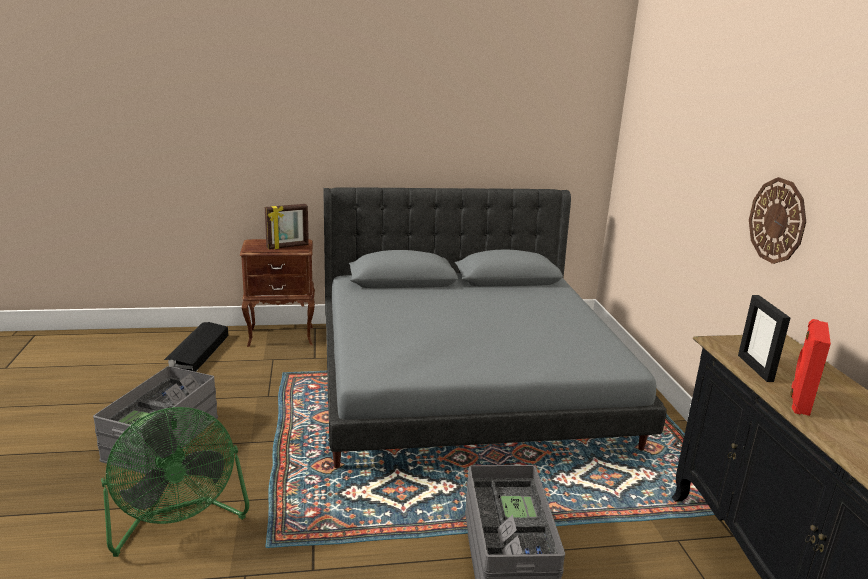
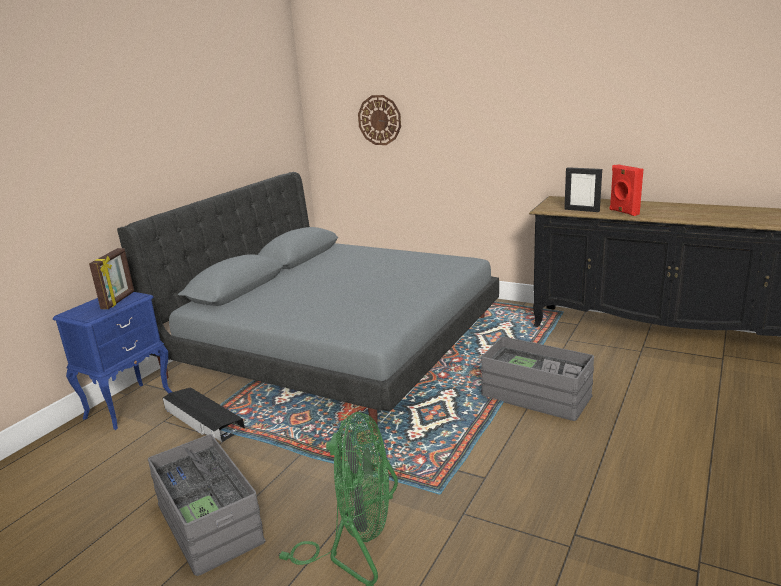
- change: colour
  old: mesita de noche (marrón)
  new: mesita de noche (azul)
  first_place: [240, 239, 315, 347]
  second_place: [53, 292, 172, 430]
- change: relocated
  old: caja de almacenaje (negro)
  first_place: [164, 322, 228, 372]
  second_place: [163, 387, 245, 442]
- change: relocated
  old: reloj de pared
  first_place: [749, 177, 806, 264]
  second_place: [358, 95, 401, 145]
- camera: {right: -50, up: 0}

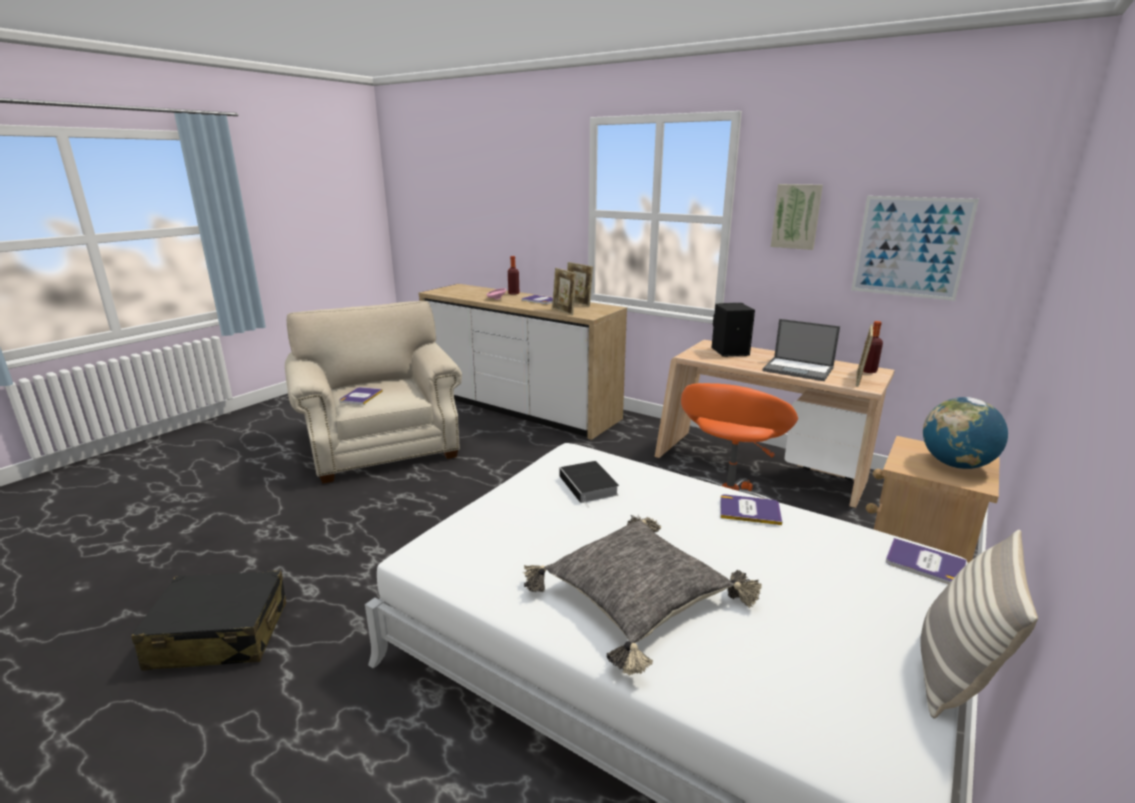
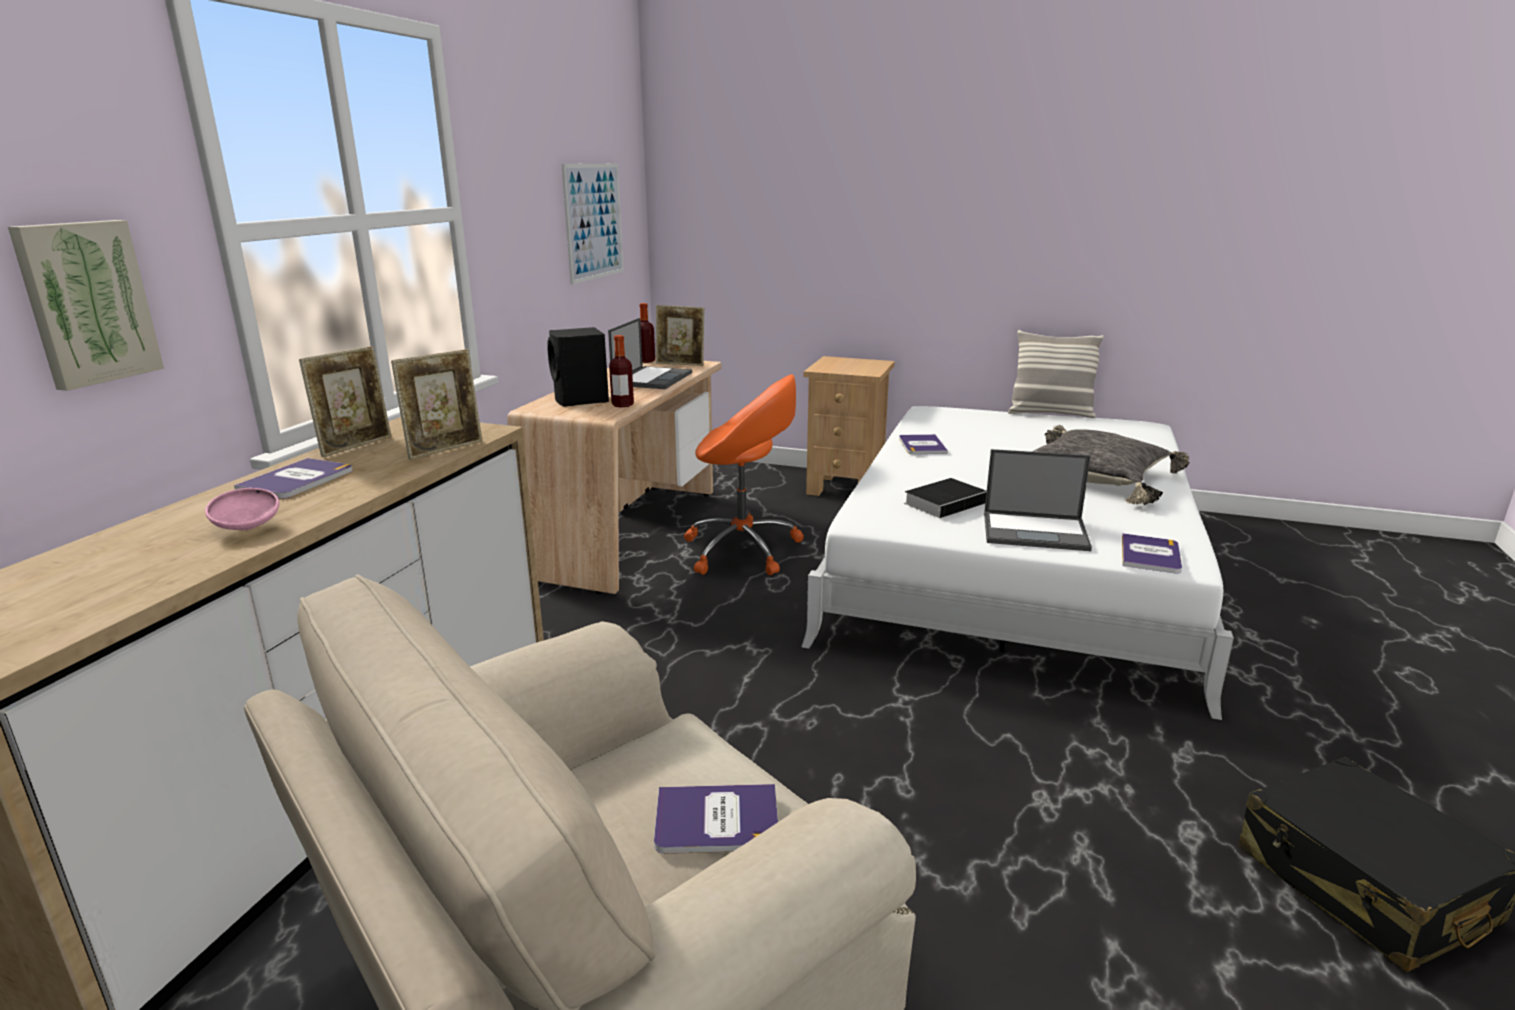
- change: relocated
  old: cuadro
  first_place: [771, 184, 823, 250]
  second_place: [8, 220, 164, 391]
- change: relocated
  old: botella
  first_place: [508, 256, 519, 295]
  second_place: [609, 335, 634, 408]
- change: appeared
  new: portátil
  second_place: [984, 449, 1092, 551]
- change: relocated
  old: libro
  first_place: [886, 538, 966, 584]
  second_place: [1122, 533, 1182, 573]
- change: missing
  old: globo terráqueo
  first_place: [923, 397, 1008, 469]
- camera: {right: -105, up: 0}

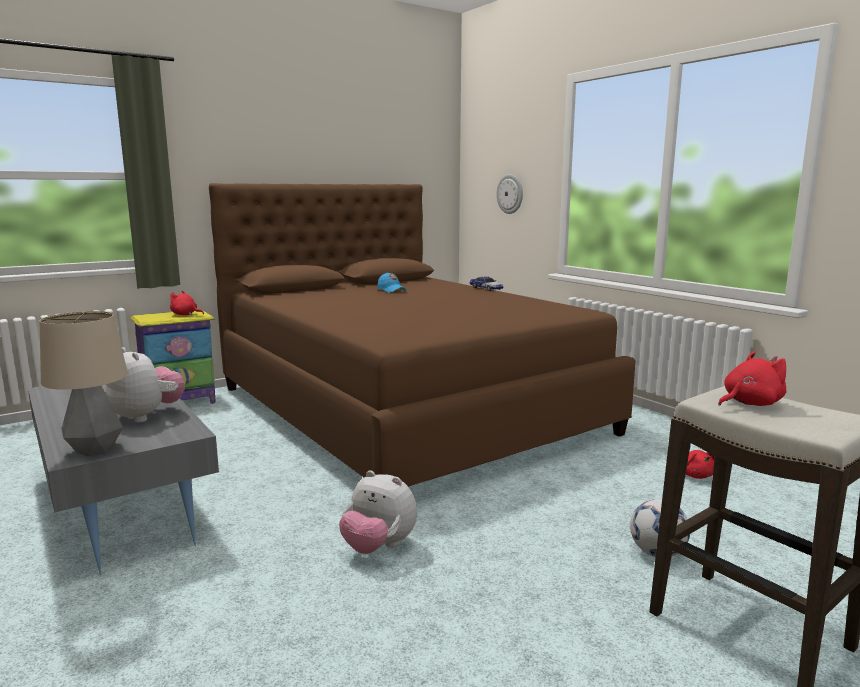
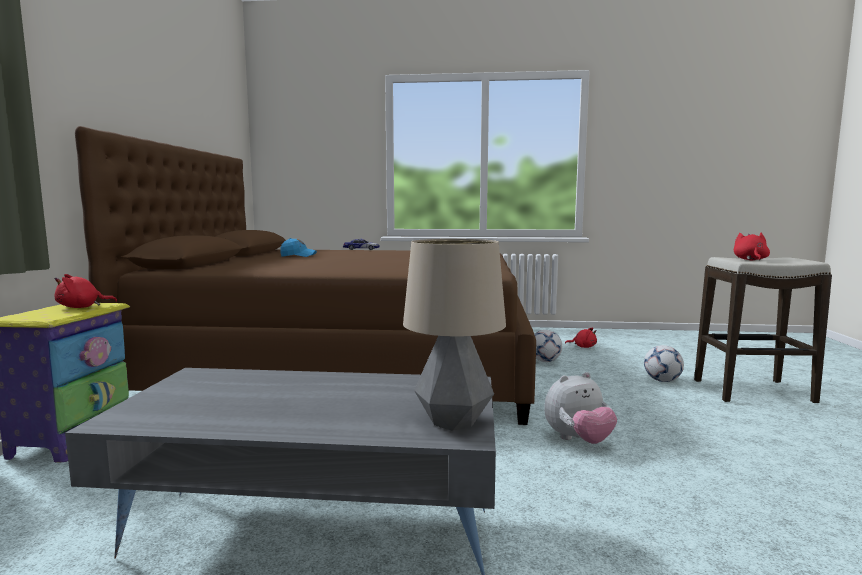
- change: appeared
  new: balón de fútbol
  second_place: [534, 330, 562, 362]
- change: missing
  old: peluche
  first_place: [106, 347, 185, 423]
- change: missing
  old: reloj de pared
  first_place: [496, 174, 523, 214]
- camera: {right: -50, up: -5}

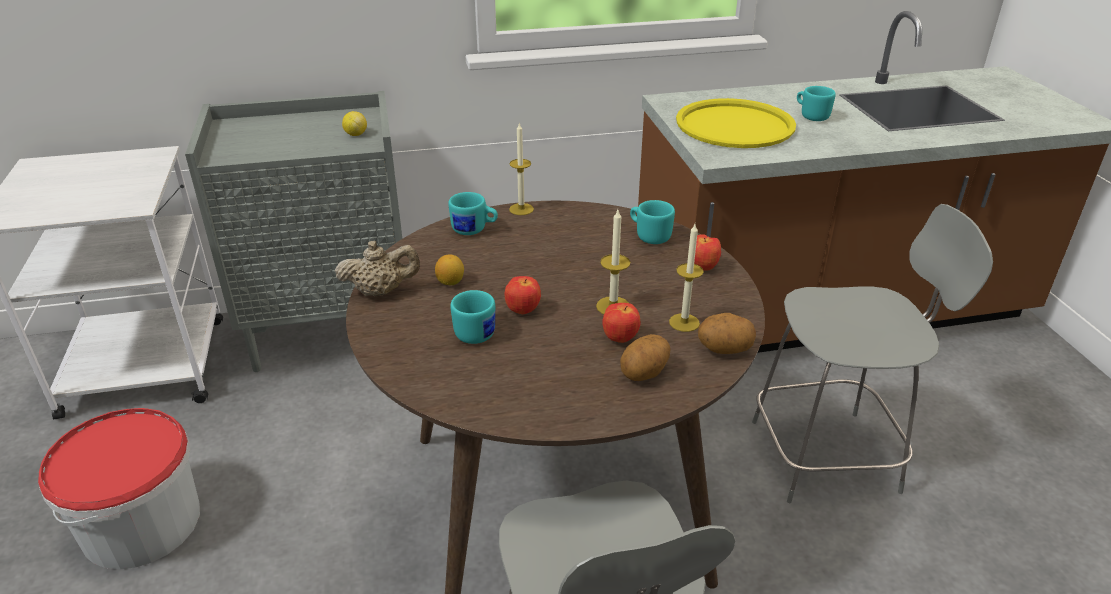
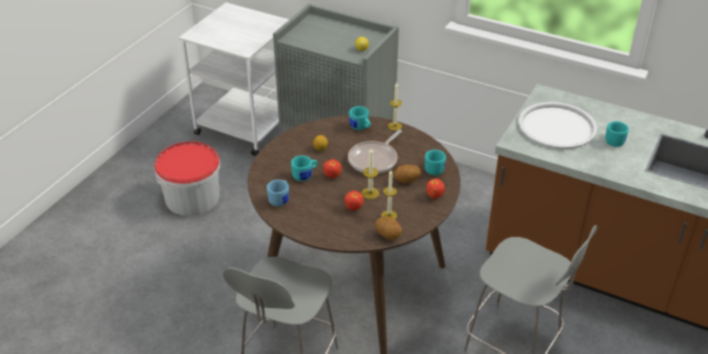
- change: appeared
  new: taza grande (azul)
  second_place: [267, 180, 289, 207]
- change: appeared
  new: sartén
  second_place: [348, 129, 402, 174]
- change: relocated
  old: patata
  first_place: [620, 334, 671, 381]
  second_place: [394, 165, 421, 183]
- change: colour
  old: bandeja (amarillo)
  new: bandeja (blanco)
  first_place: [676, 98, 796, 148]
  second_place: [518, 102, 597, 149]
- change: missing
  old: tetera (beis)
  first_place: [335, 240, 420, 296]
- camera: {right: 40, up: 5}

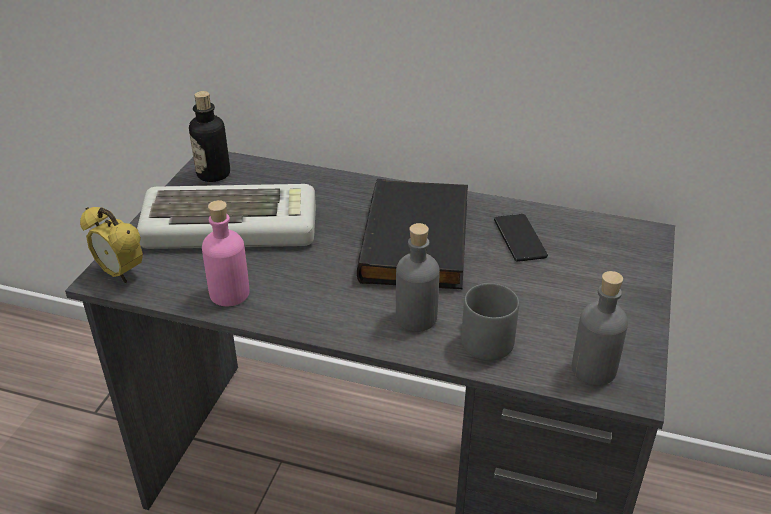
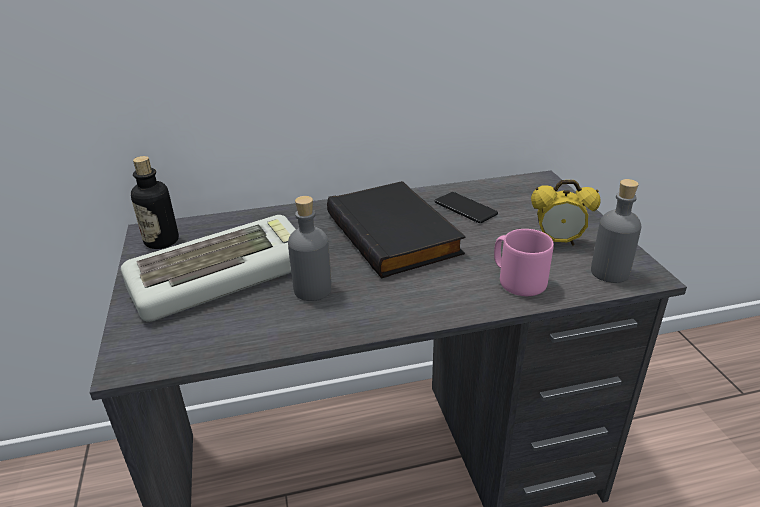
- change: relocated
  old: botella (gris)
  first_place: [396, 223, 440, 332]
  second_place: [288, 196, 332, 301]
- change: colour
  old: taza grande (gris)
  new: taza grande (rosa)
  first_place: [461, 283, 519, 361]
  second_place: [494, 229, 554, 296]
- change: relocated
  old: despertador
  first_place: [80, 207, 143, 283]
  second_place: [531, 180, 601, 246]
- change: missing
  old: botella (rosa)
  first_place: [202, 200, 250, 306]
- camera: {right: -30, up: -5}

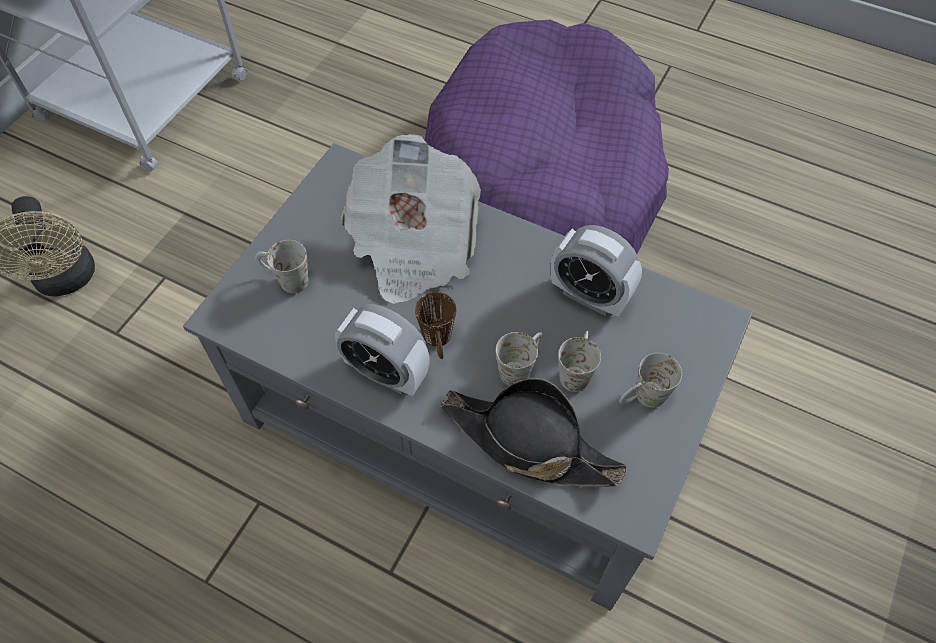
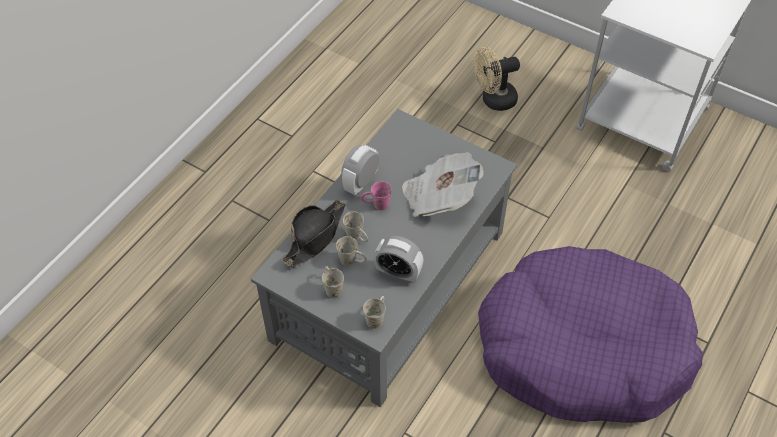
- change: colour
  old: taza grande (marrón)
  new: taza grande (rosa)
  first_place: [415, 292, 456, 359]
  second_place: [361, 182, 392, 210]
- change: relocated
  old: taza grande (blanco)
  first_place: [255, 240, 308, 293]
  second_place: [363, 296, 386, 329]
- change: spun
  old: despertador
  first_place: [551, 225, 642, 317]
  second_place: [374, 236, 423, 283]
  degrees: -105
- camera: {right: 95, up: -5}

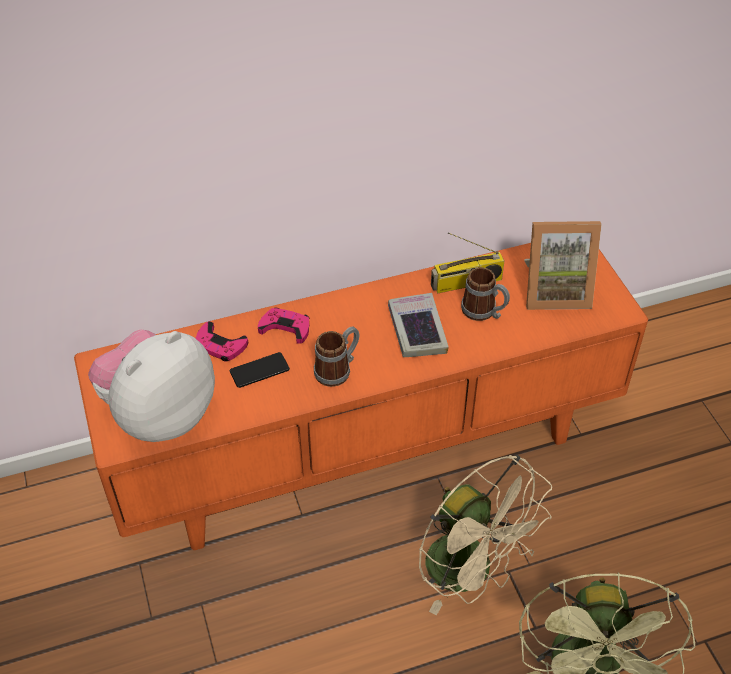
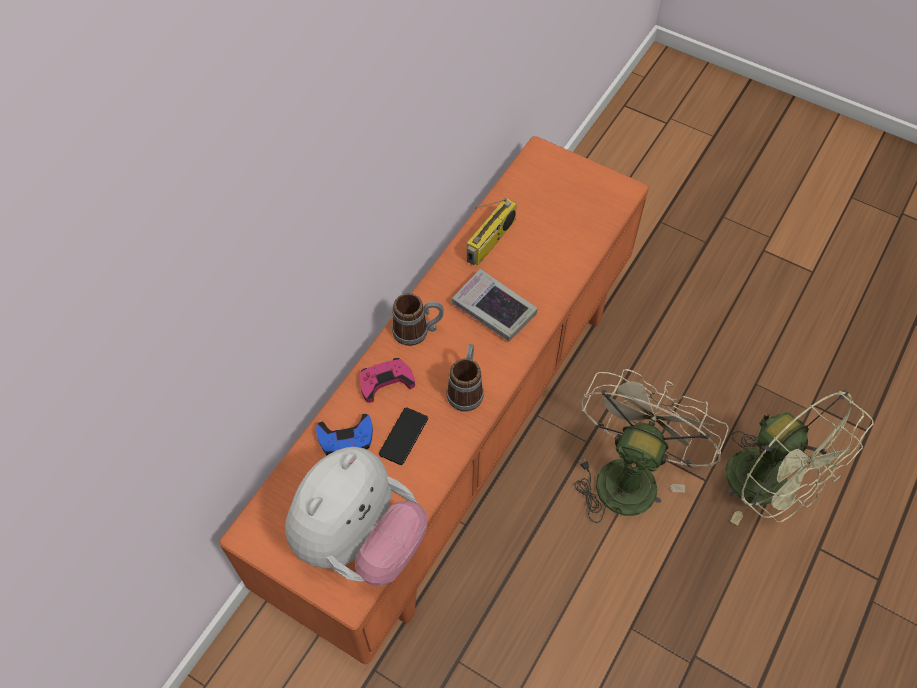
- change: spun
  old: peluche
  first_place: [88, 330, 215, 442]
  second_place: [285, 447, 427, 585]
  degrees: -150
- change: colour
  old: mando de consola (rosa)
  new: mando de consola (azul)
  first_place: [195, 321, 248, 362]
  second_place: [316, 414, 373, 455]
- change: relocated
  old: taza grande
  first_place: [461, 267, 510, 321]
  second_place: [392, 293, 444, 346]
- change: spun
  old: ventilador (beis)
  first_place: [419, 455, 552, 615]
  second_place: [574, 369, 729, 523]
  degrees: -75
- change: missing
  old: portarretratos
  first_place: [524, 221, 602, 310]
- camera: {right: -40, up: 10}

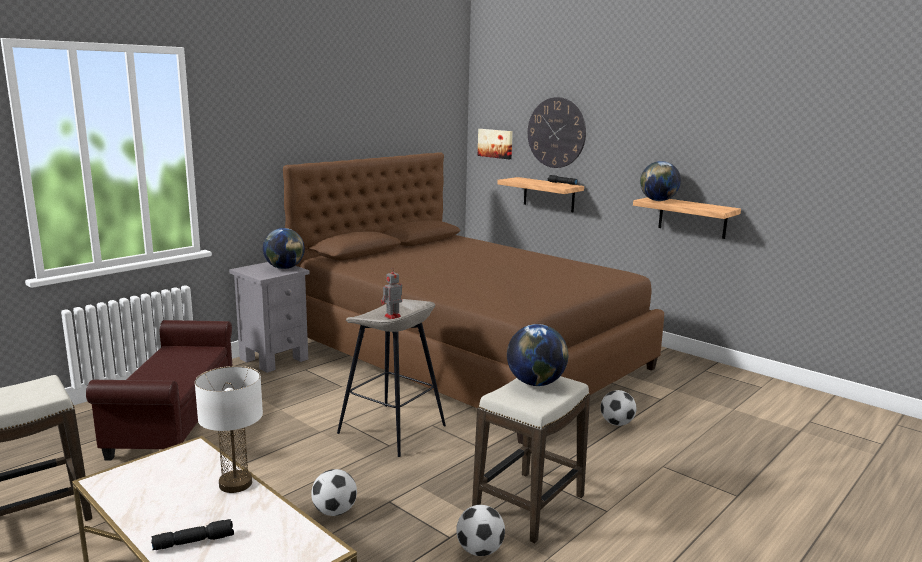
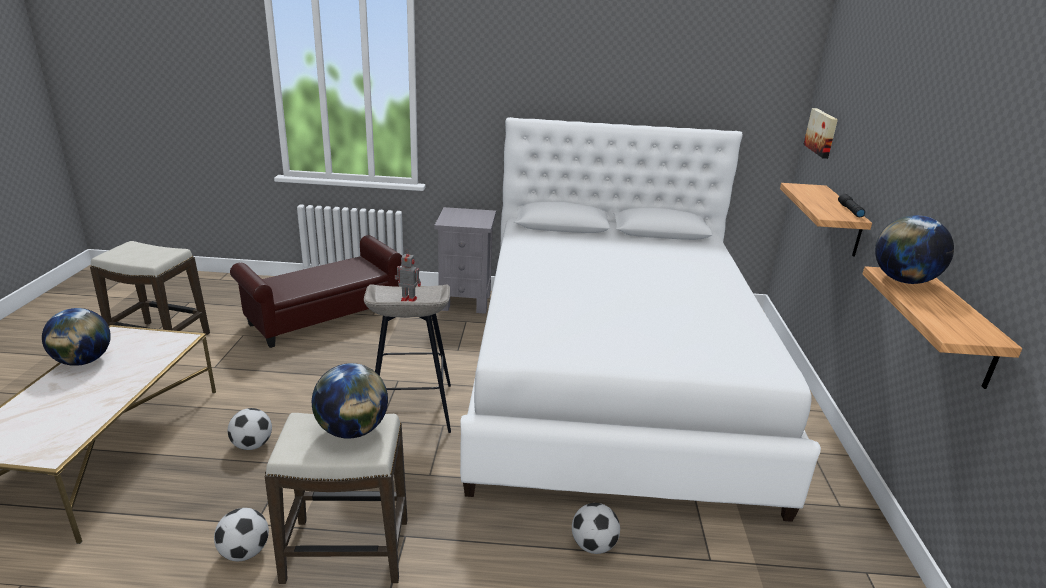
- change: relocated
  old: globo terráqueo
  first_place: [263, 228, 305, 269]
  second_place: [42, 308, 111, 366]
- change: colour
  old: cama (marrón)
  new: cama (blanco)
  first_place: [283, 152, 664, 445]
  second_place: [460, 117, 821, 522]
- change: missing
  old: linterna (negro)
  first_place: [151, 519, 234, 550]
- change: missing
  old: lámpara de mesa
  first_place: [195, 366, 263, 493]
- change: missing
  old: reloj de pared
  first_place: [528, 97, 586, 168]
- camera: {right: 50, up: 10}

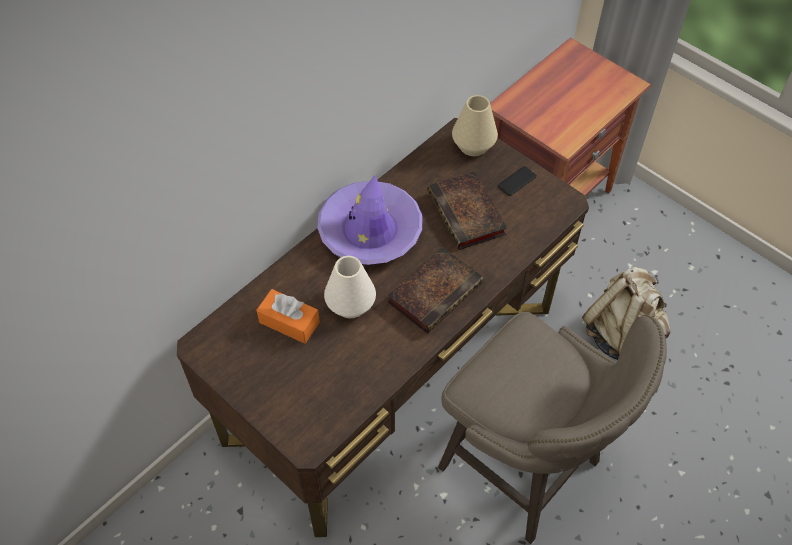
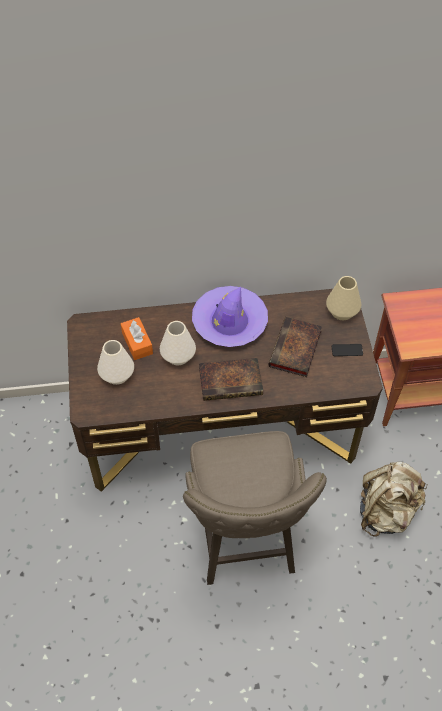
- change: appeared
  new: florero (blanco)
  second_place: [97, 340, 134, 385]
- camera: {right: 40, up: 0}

